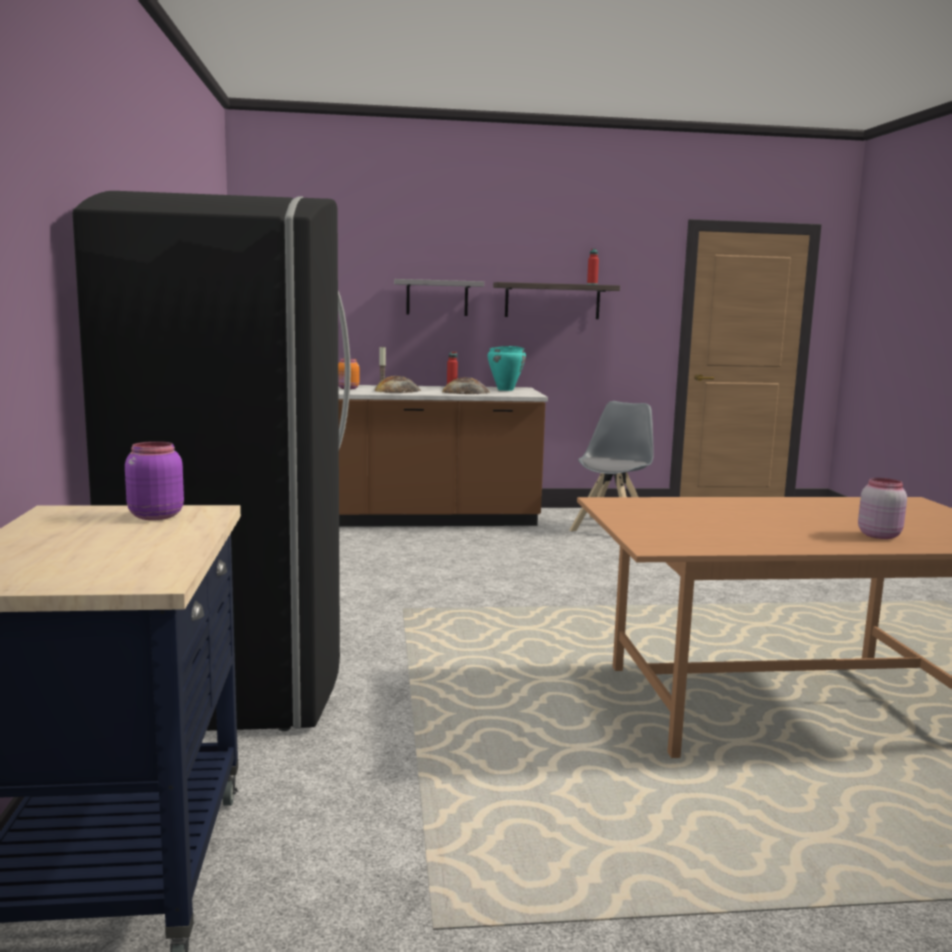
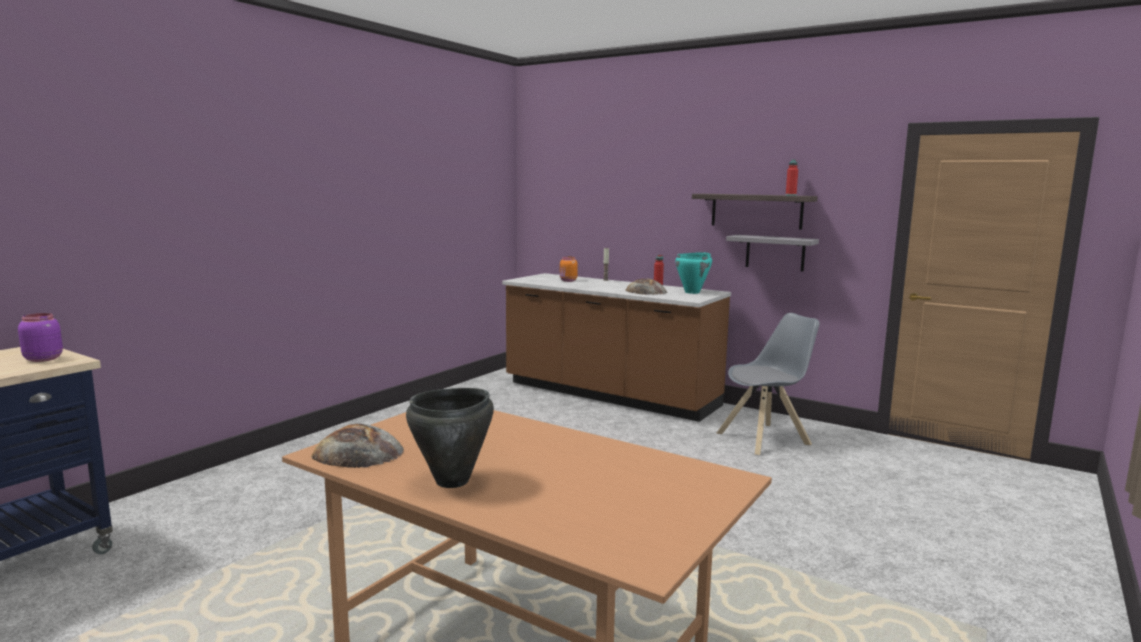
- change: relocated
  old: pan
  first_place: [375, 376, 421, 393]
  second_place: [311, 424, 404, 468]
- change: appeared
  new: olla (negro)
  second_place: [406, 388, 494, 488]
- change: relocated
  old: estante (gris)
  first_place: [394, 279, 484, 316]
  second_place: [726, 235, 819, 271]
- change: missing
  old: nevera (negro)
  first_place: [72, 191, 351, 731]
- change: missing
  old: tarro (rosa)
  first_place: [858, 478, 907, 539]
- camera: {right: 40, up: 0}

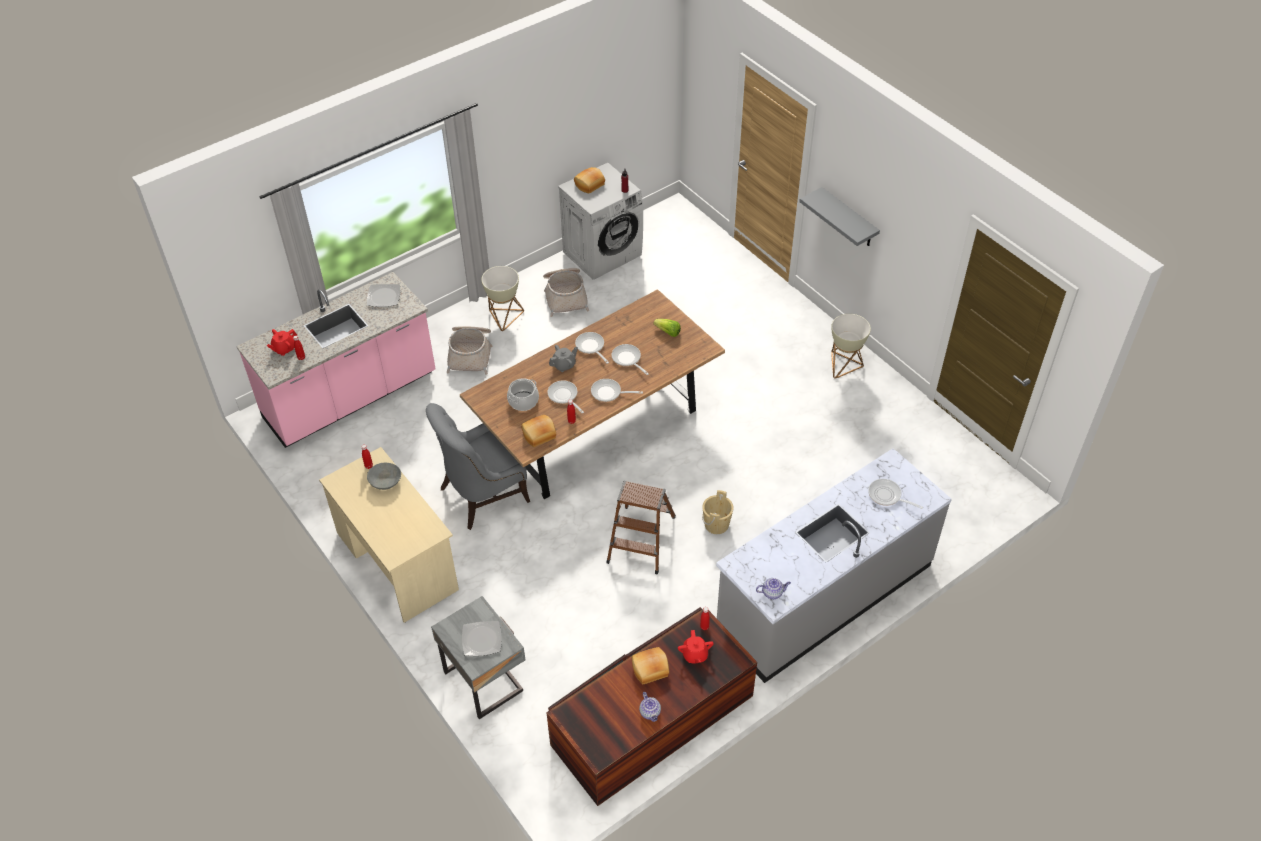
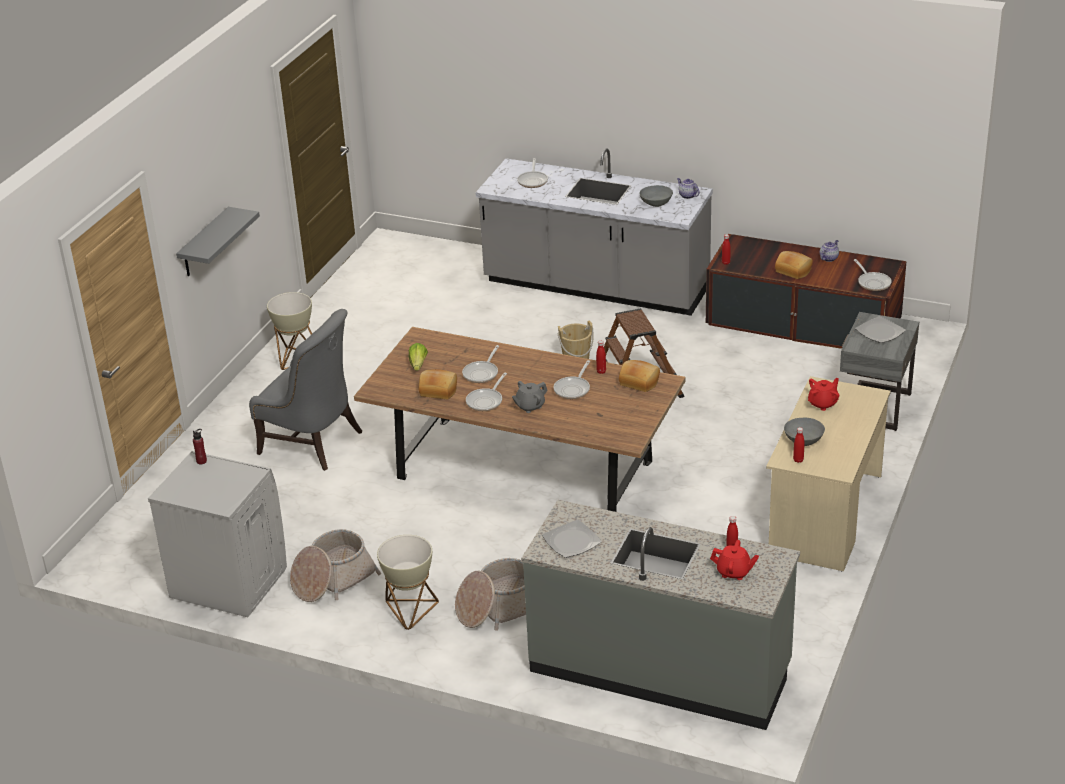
- change: relocated
  old: silla (gris)
  first_place: [426, 403, 530, 530]
  second_place: [249, 309, 362, 471]
- change: relocated
  old: pan
  first_place: [574, 167, 605, 193]
  second_place: [419, 369, 457, 399]
- change: spun
  old: tetera (gris)
  first_place: [549, 345, 578, 372]
  second_place: [512, 381, 548, 413]
  degrees: -60
- change: colour
  old: mueble bajo de cocina (rosa)
  new: mueble bajo de cocina (gris)
  first_place: [236, 272, 436, 448]
  second_place: [521, 500, 800, 730]
- change: appeared
  new: cuenco (gris)
  second_place: [639, 185, 673, 207]
- change: relocated
  old: tetera (rojo)
  first_place: [678, 630, 714, 664]
  second_place: [808, 378, 839, 411]
- change: relocated
  old: sartén
  first_place: [591, 379, 643, 402]
  second_place: [854, 259, 892, 291]
- change: missing
  old: olla
  first_place: [507, 378, 539, 411]
- camera: {right: -120, up: -15}

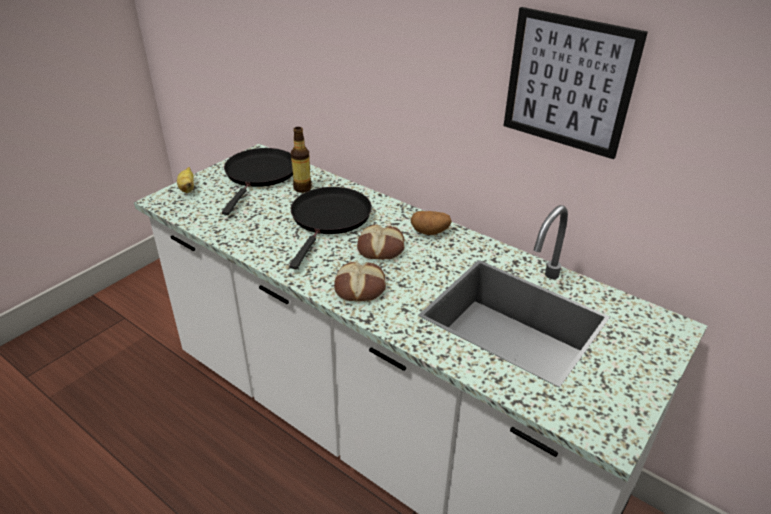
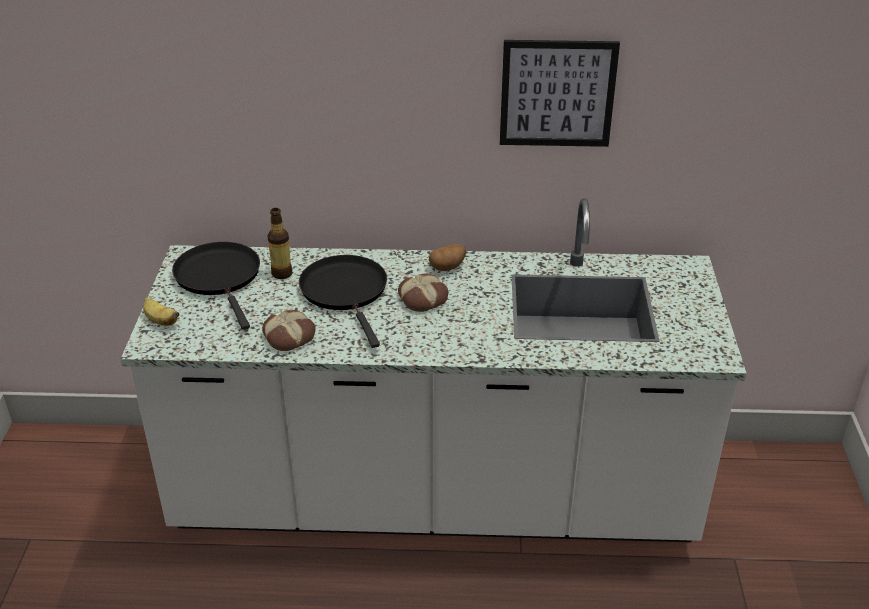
- change: relocated
  old: pan
  first_place: [334, 262, 386, 301]
  second_place: [262, 310, 316, 351]
- camera: {right: -35, up: 0}

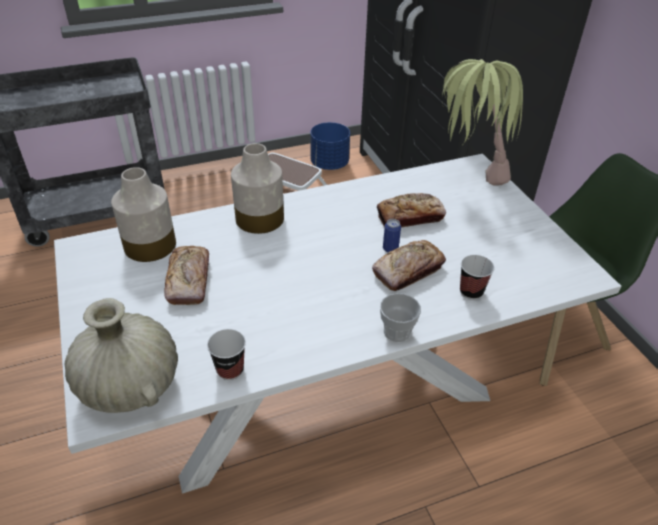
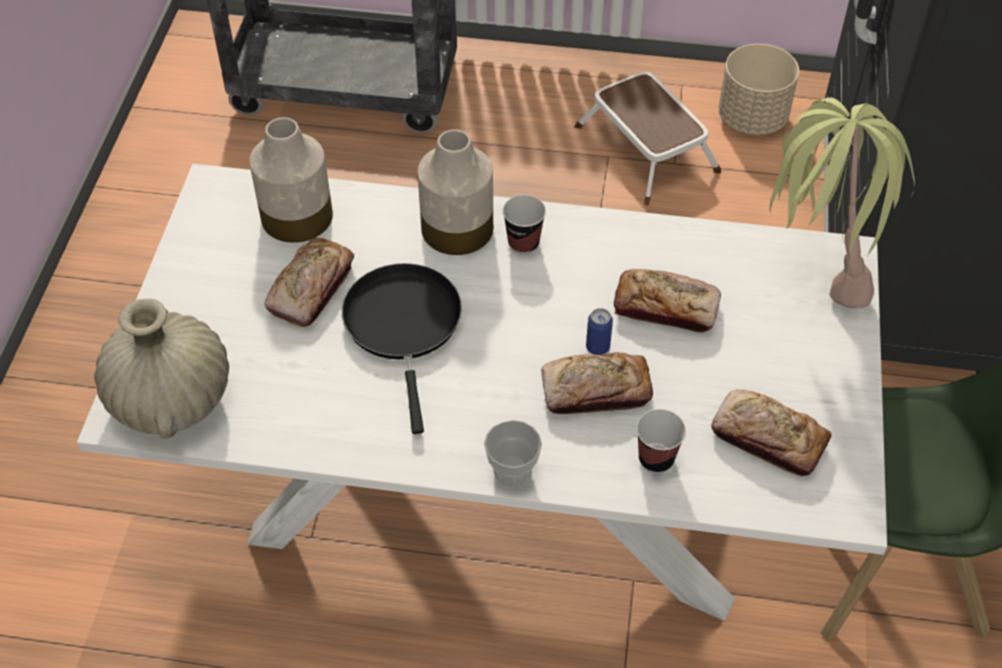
- change: appeared
  new: sartén (negro)
  second_place: [342, 263, 462, 434]
- change: relocated
  old: taza
  first_place: [207, 329, 246, 380]
  second_place: [503, 195, 546, 254]
- change: appeared
  new: pan
  second_place: [711, 389, 831, 476]
- change: colour
  old: maceta (azul)
  new: maceta (beis)
  first_place: [310, 122, 350, 170]
  second_place: [718, 44, 799, 135]
- camera: {right: 30, up: 10}

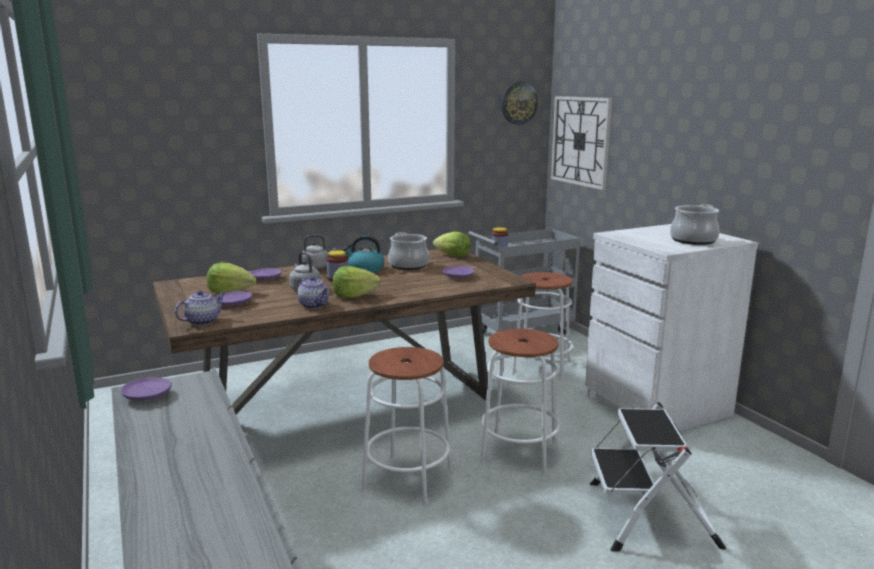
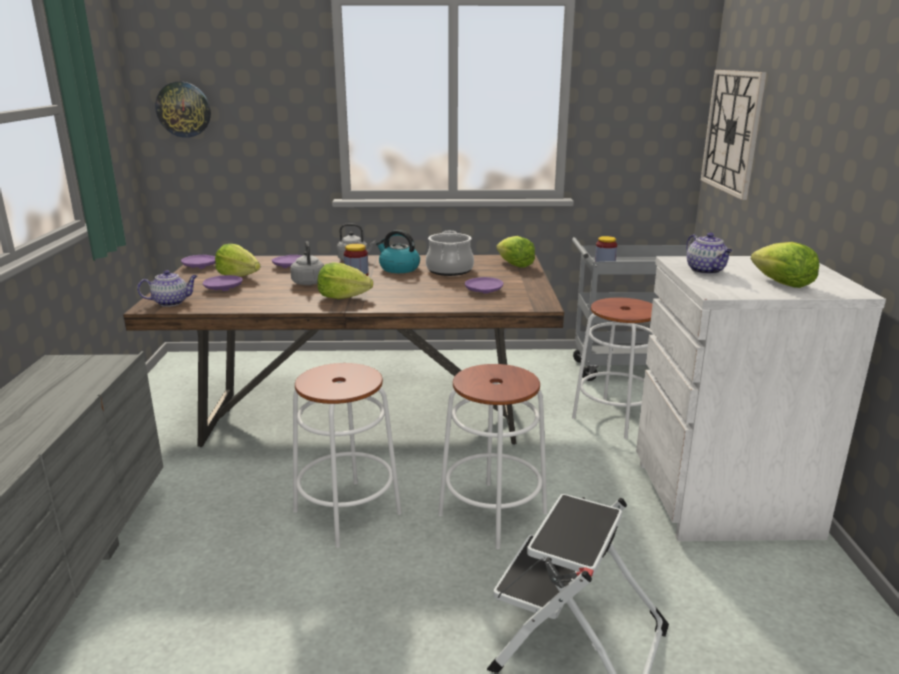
- change: relocated
  old: reloj de pared
  first_place: [501, 82, 538, 125]
  second_place: [155, 82, 211, 138]
- change: relocated
  old: plato (morado)
  first_place: [121, 377, 172, 401]
  second_place: [181, 255, 215, 269]
- change: relocated
  old: tetera
  first_place: [297, 276, 329, 309]
  second_place: [686, 233, 733, 274]
- change: exchanged
  old: olla
  new: lechuga
  first_place: [670, 204, 720, 245]
  second_place: [751, 242, 819, 288]
- camera: {right: 25, up: 5}

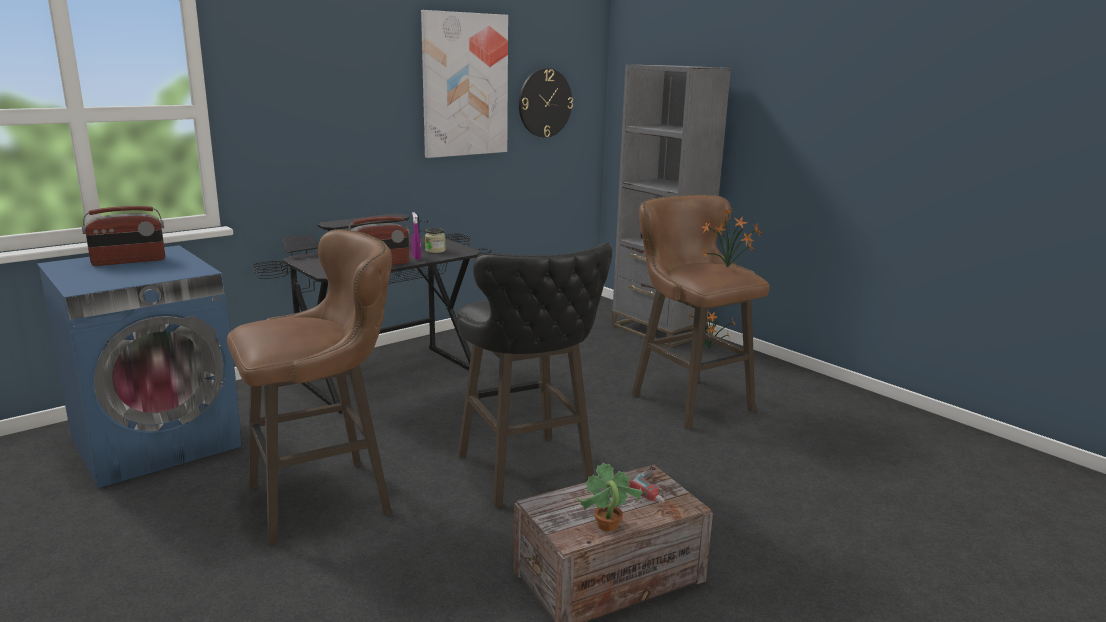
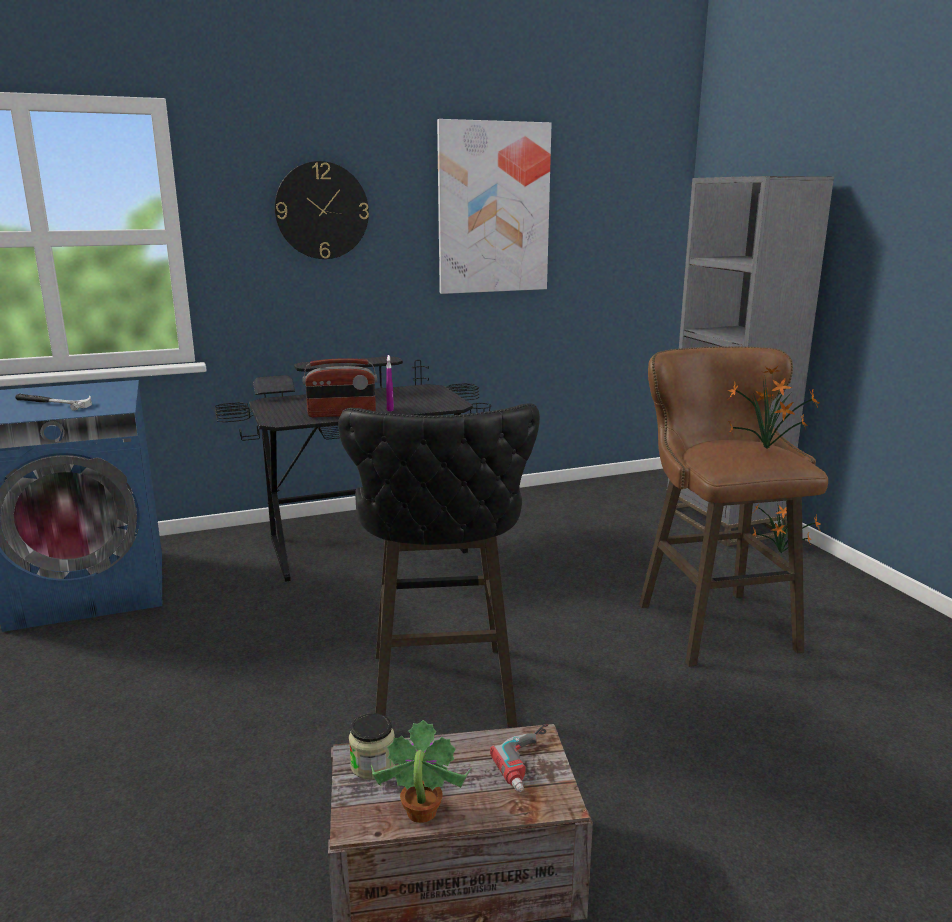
- change: appeared
  new: martillo
  second_place: [15, 393, 92, 411]
- change: relocated
  old: reloj de pared
  first_place: [519, 68, 573, 138]
  second_place: [275, 161, 369, 259]
- change: relocated
  old: tarro
  first_place: [425, 228, 446, 253]
  second_place: [349, 713, 395, 780]
- change: missing
  old: radio
  first_place: [82, 206, 165, 266]
- change: missing
  old: taburete (marrón)
  first_place: [227, 229, 392, 546]
- camera: {right: 20, up: 0}

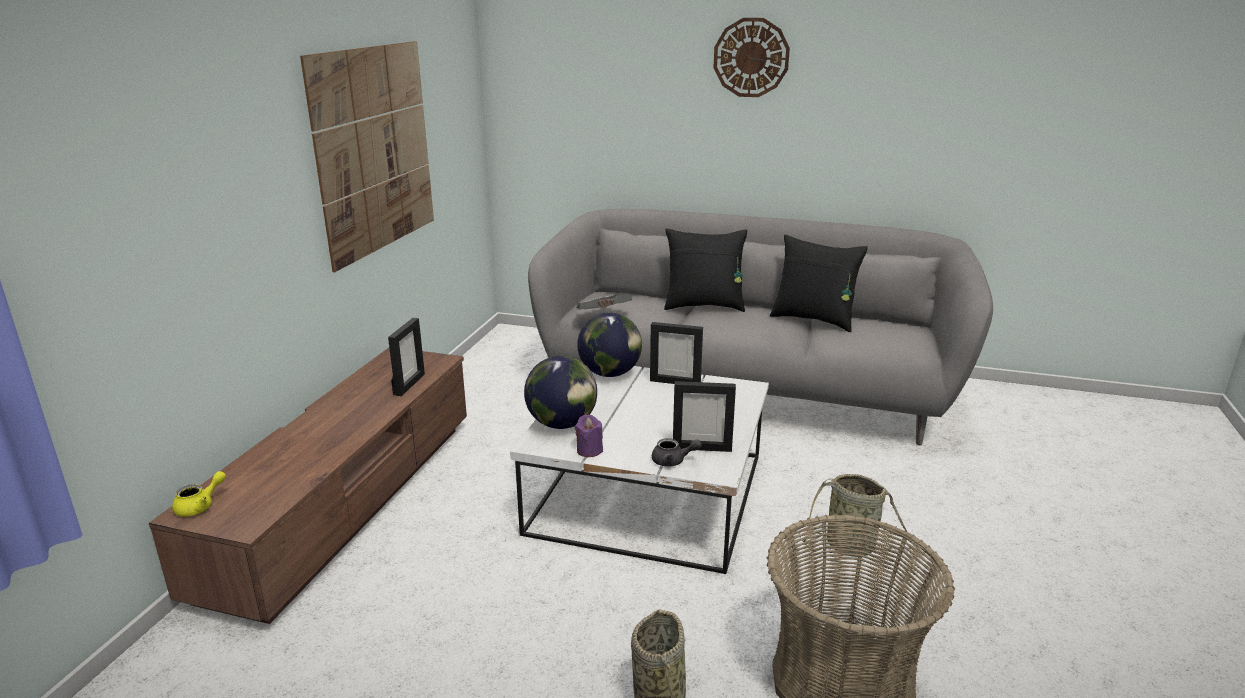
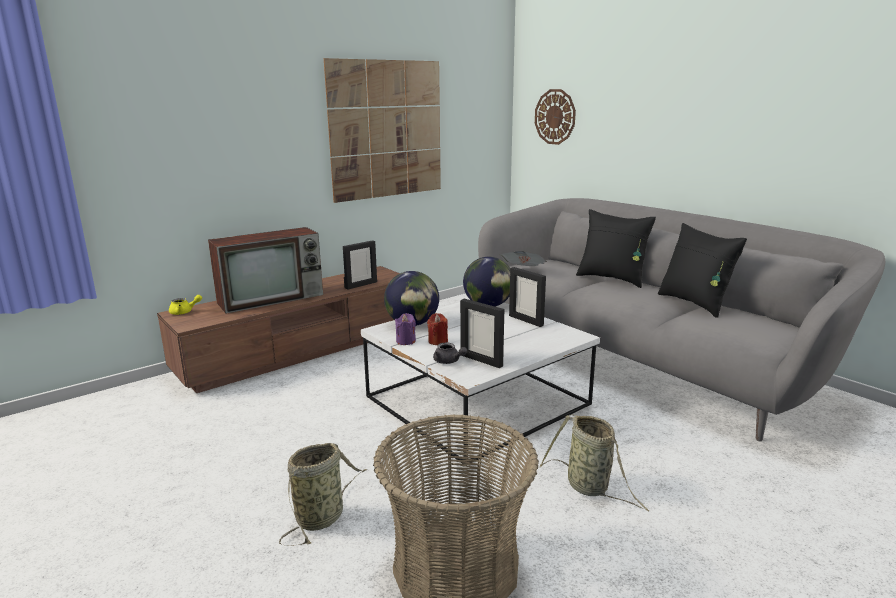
- change: appeared
  new: televisor
  second_place: [208, 227, 323, 314]
- change: appeared
  new: vela (rojo)
  second_place: [427, 313, 448, 345]
- change: relocated
  old: reloj de pared
  first_place: [714, 18, 790, 97]
  second_place: [535, 89, 576, 145]
- camera: {right: 35, up: -5}

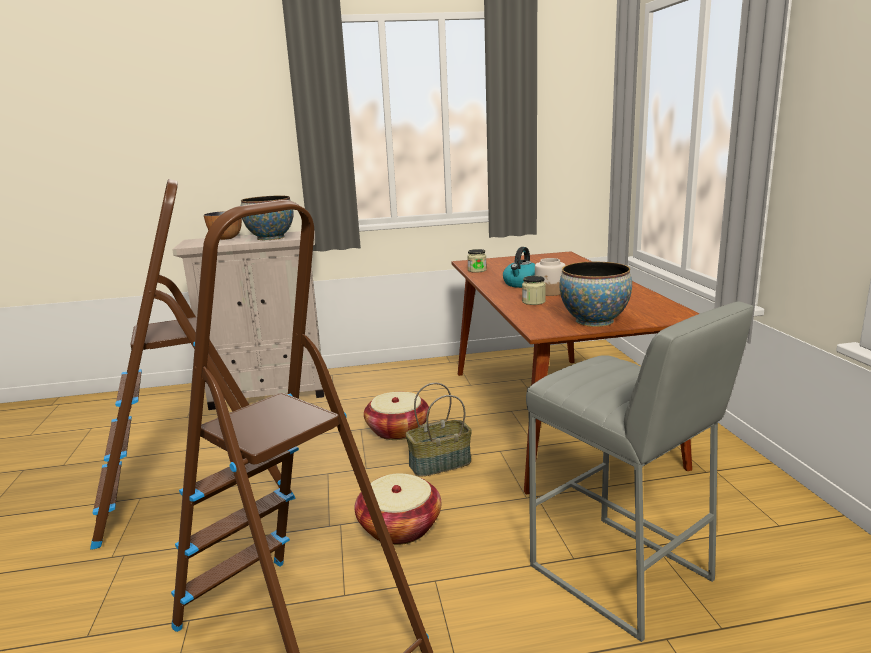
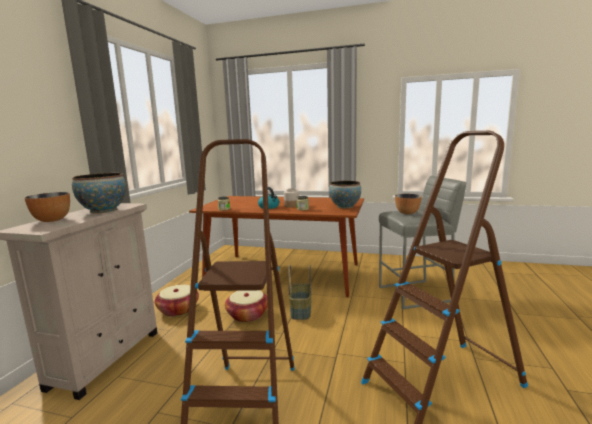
- change: relocated
  old: cesta
  first_place: [355, 474, 441, 545]
  second_place: [155, 284, 199, 317]
- change: appeared
  new: cuenco
  second_place: [395, 194, 422, 214]
- camera: {right: -65, up: -5}

